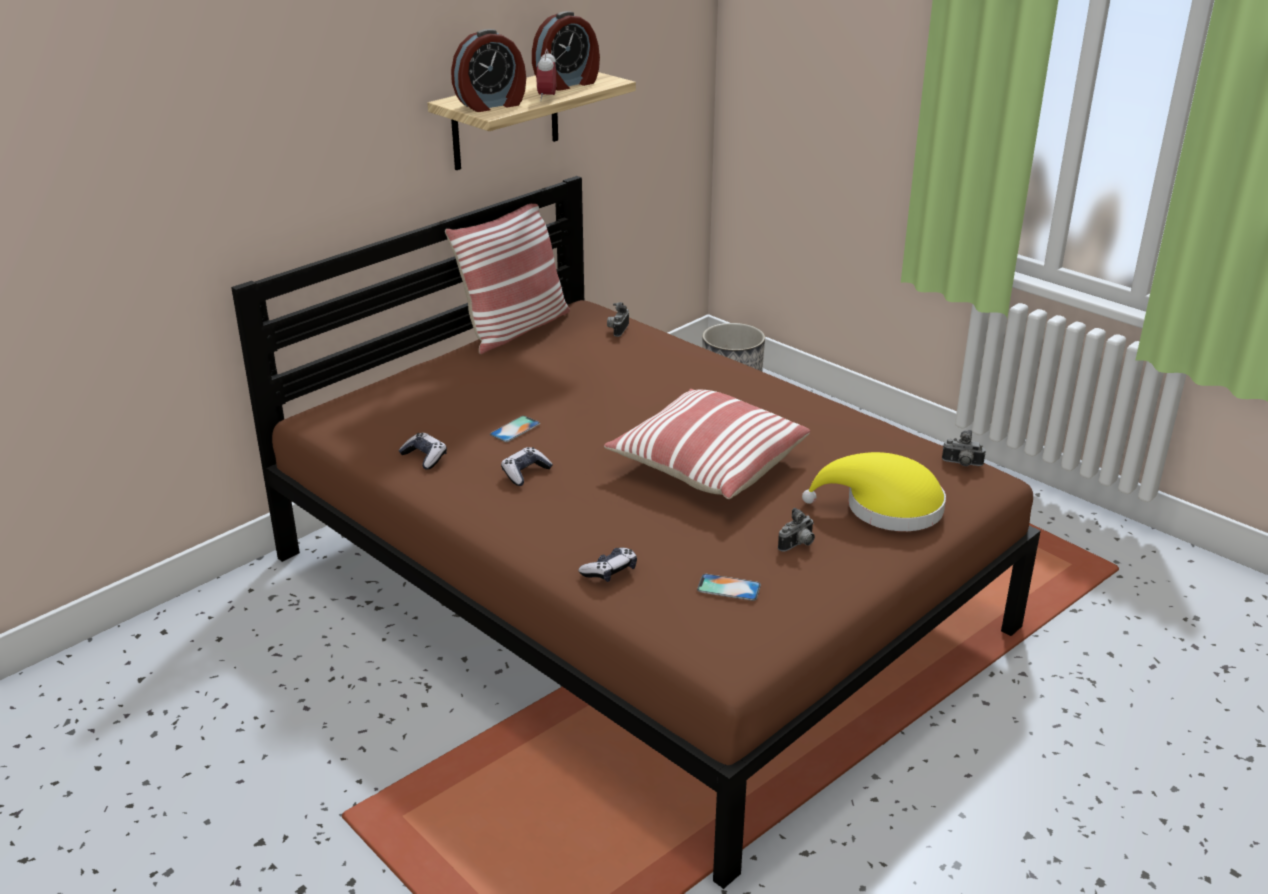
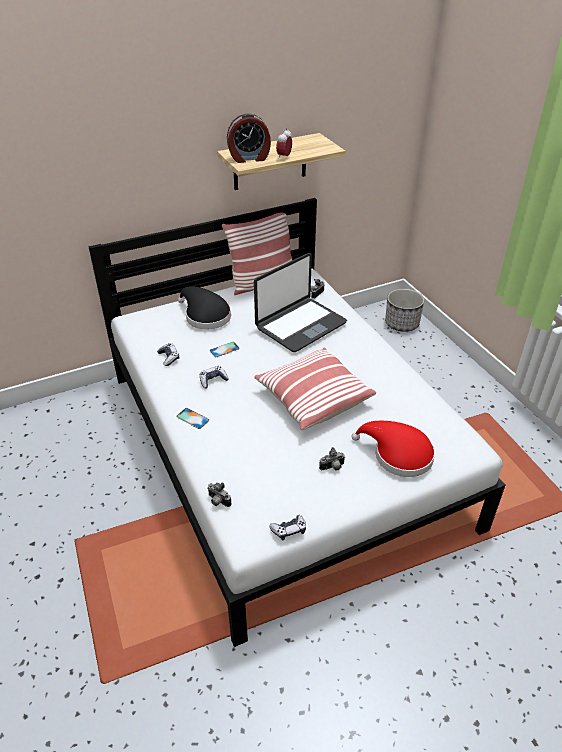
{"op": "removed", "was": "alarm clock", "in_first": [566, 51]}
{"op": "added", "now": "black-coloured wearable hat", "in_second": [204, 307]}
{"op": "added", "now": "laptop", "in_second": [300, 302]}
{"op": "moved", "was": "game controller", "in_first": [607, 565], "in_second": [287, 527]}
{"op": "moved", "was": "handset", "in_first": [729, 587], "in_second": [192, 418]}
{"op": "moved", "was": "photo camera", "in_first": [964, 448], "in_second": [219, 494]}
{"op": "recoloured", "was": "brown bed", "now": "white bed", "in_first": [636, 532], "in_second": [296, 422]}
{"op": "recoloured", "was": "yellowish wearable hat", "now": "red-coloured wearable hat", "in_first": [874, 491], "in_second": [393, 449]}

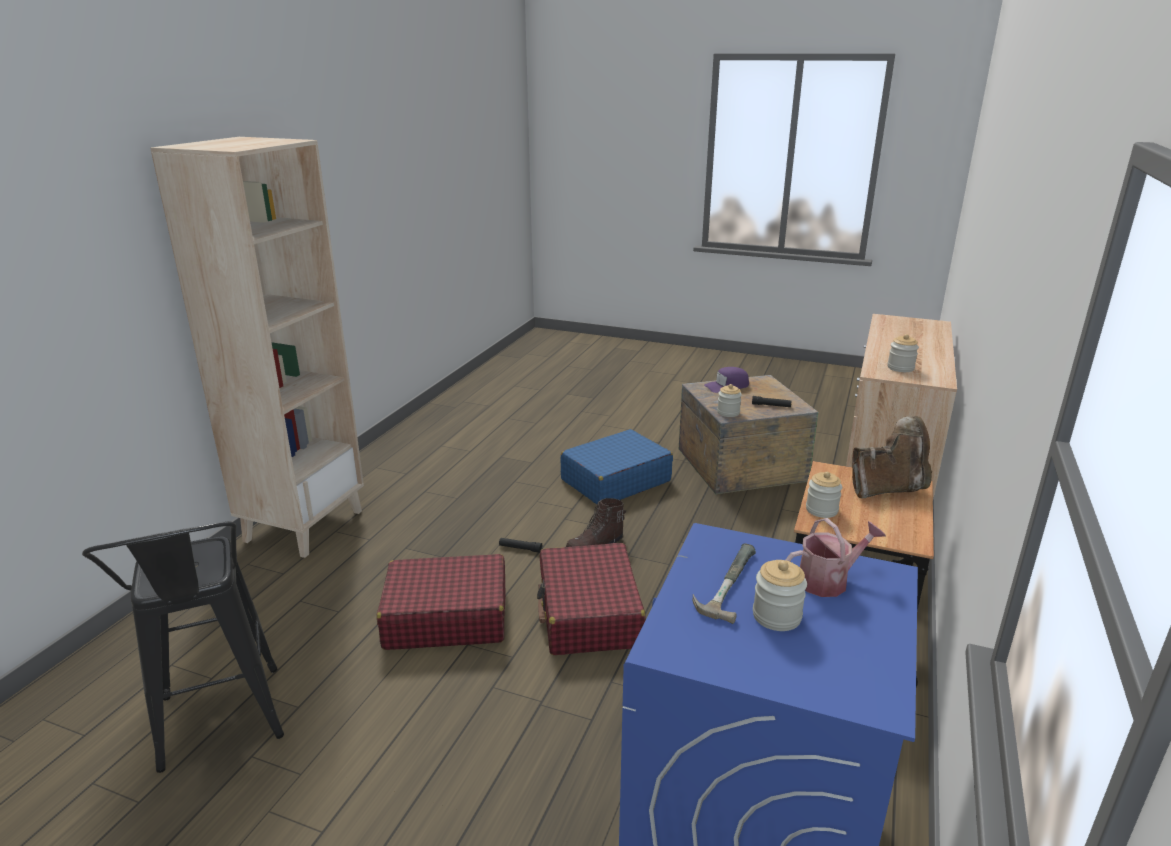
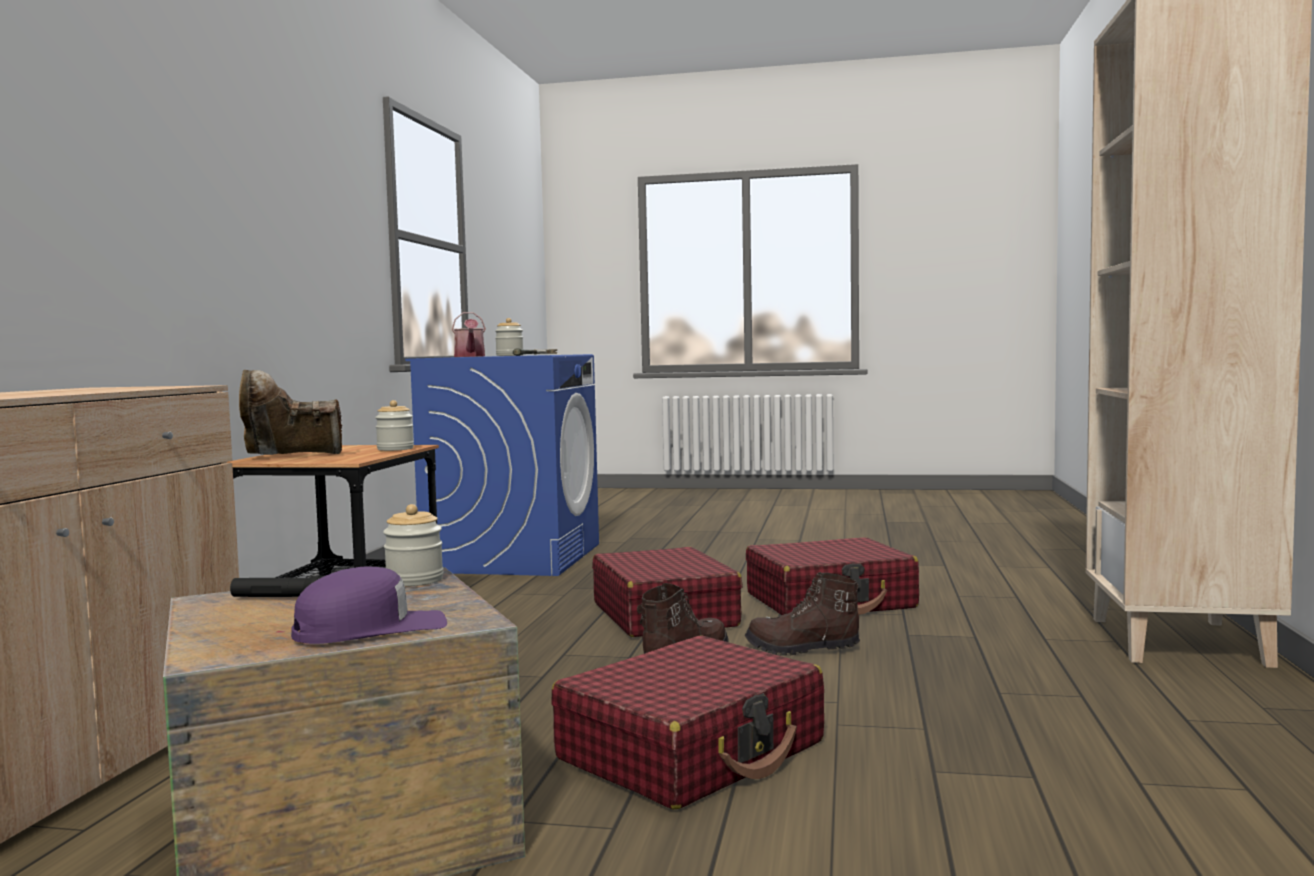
{"op": "removed", "was": "black-coloured sitting stool", "in_first": [183, 647]}
{"op": "removed", "was": "jar", "in_first": [903, 353]}
{"op": "replaced", "was": "black-coloured flashlight", "now": "brown tall boot", "in_first": [520, 545], "in_second": [802, 614]}
{"op": "recoloured", "was": "bluish travel case", "now": "red-coloured travel case", "in_first": [617, 466], "in_second": [688, 722]}
{"op": "turned", "was": "watering can", "in_first": [835, 557], "in_second": [469, 334], "clockwise": -75}

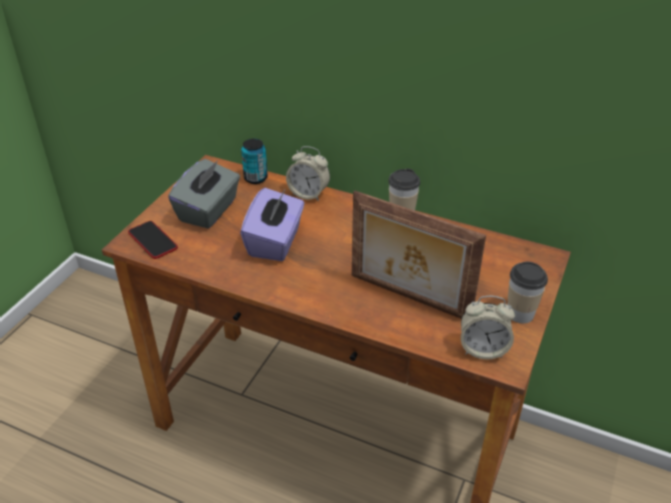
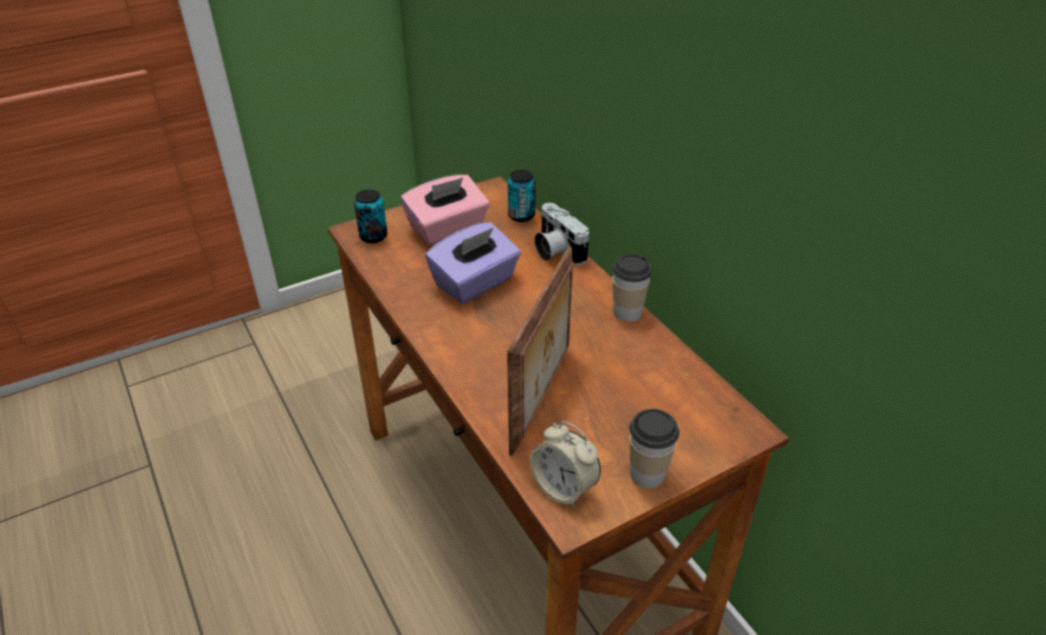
{"op": "replaced", "was": "handset", "now": "metal can", "in_first": [153, 240], "in_second": [370, 216]}
{"op": "replaced", "was": "alarm clock", "now": "photo camera", "in_first": [308, 173], "in_second": [562, 234]}
{"op": "recoloured", "was": "grey box of tissues", "now": "pink box of tissues", "in_first": [204, 193], "in_second": [445, 210]}
{"op": "turned", "was": "picture frame", "in_first": [419, 255], "in_second": [540, 351], "clockwise": -135}

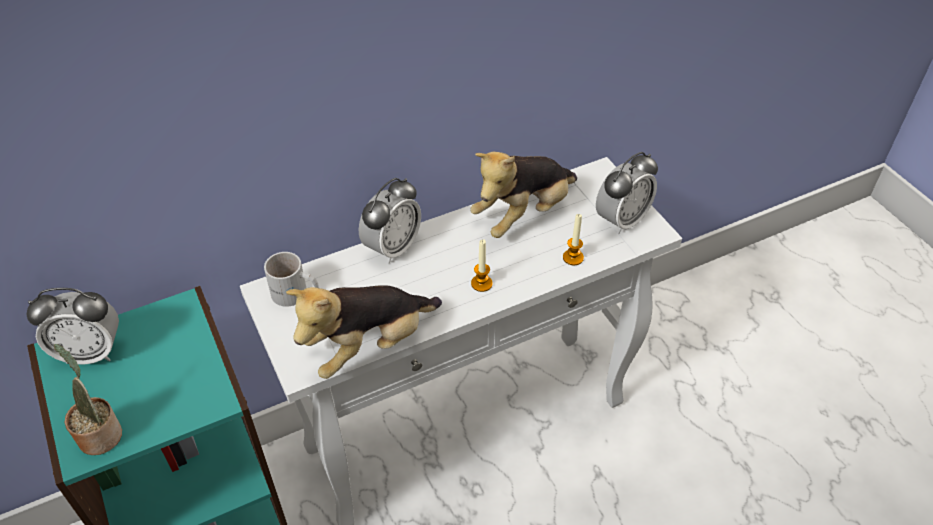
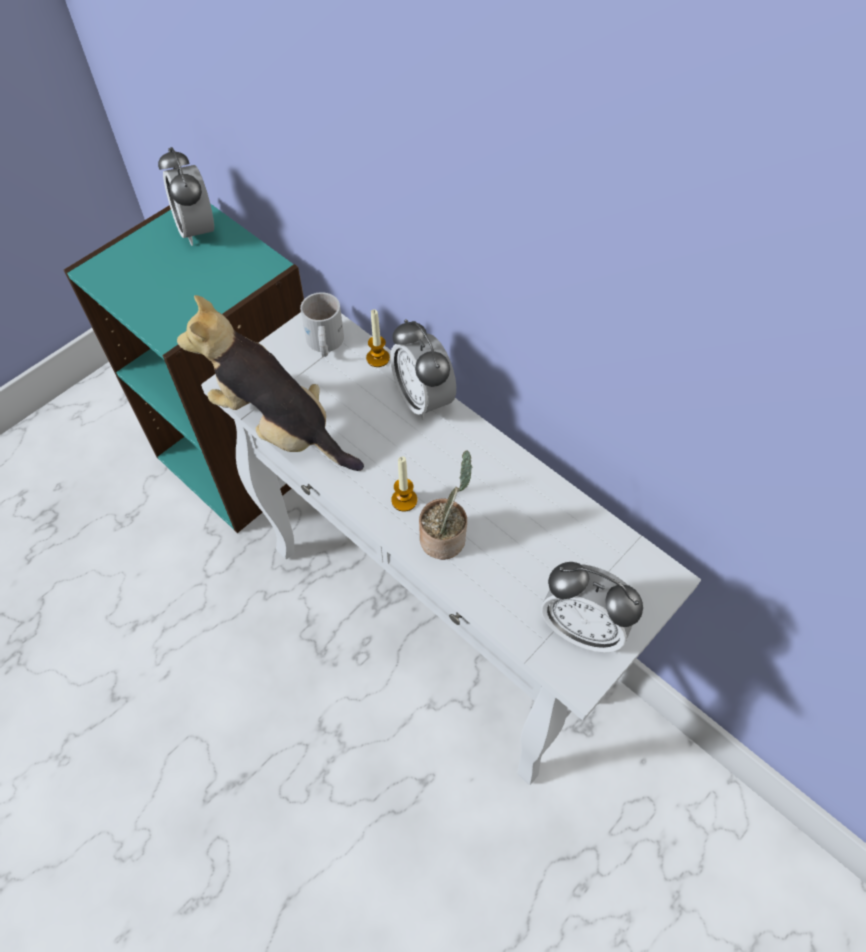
{"op": "removed", "was": "plush toy", "in_first": [523, 195]}
{"op": "moved", "was": "potted plant", "in_first": [88, 399], "in_second": [445, 505]}
{"op": "moved", "was": "candle", "in_first": [573, 239], "in_second": [378, 338]}
{"op": "turned", "was": "alarm clock", "in_first": [390, 220], "in_second": [423, 369], "clockwise": 45}

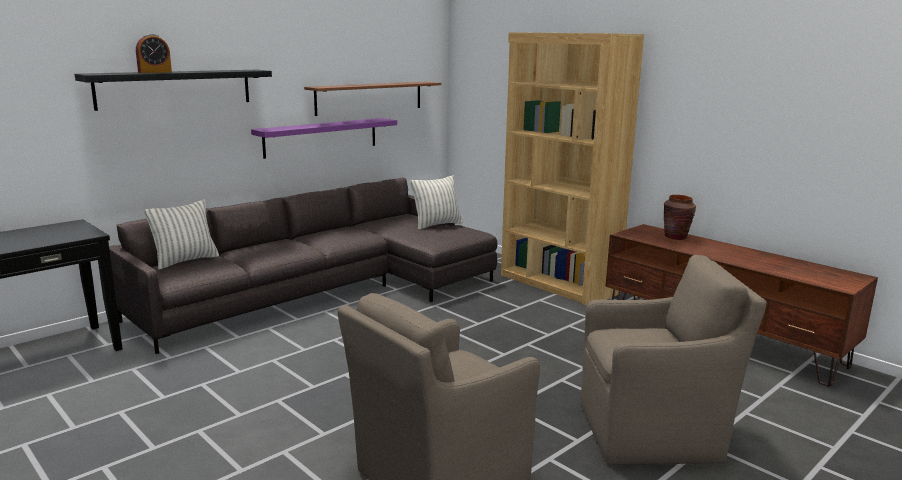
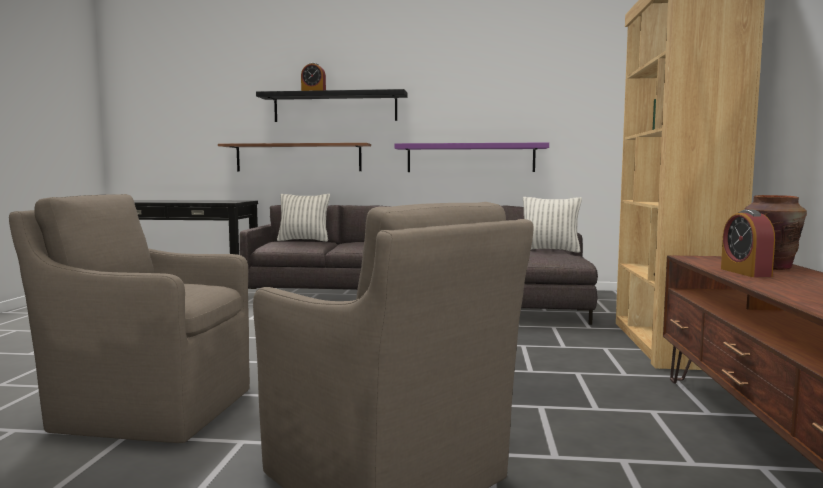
{"op": "added", "now": "alarm clock", "in_second": [748, 243]}
{"op": "moved", "was": "shelf", "in_first": [372, 99], "in_second": [294, 157]}

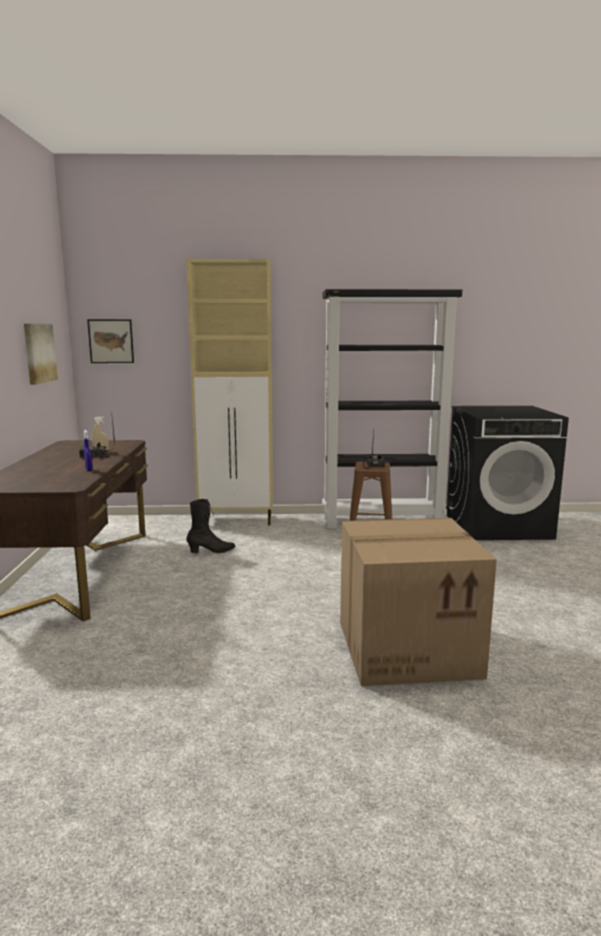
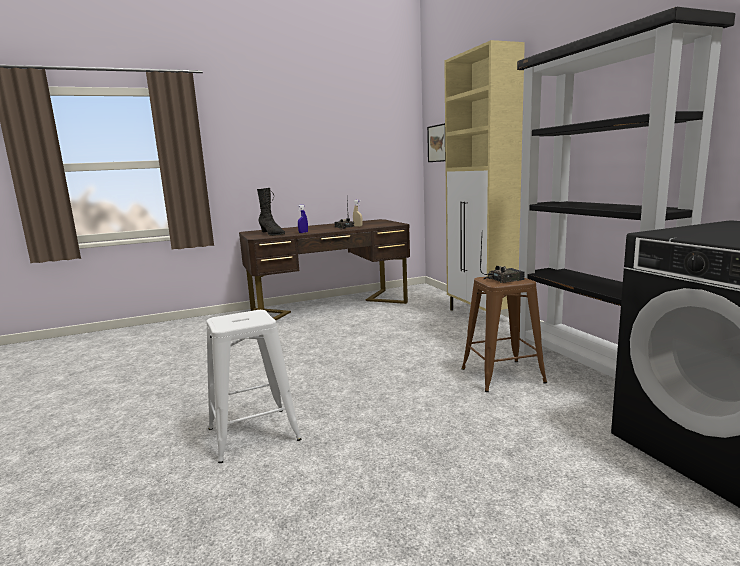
{"op": "removed", "was": "wall art", "in_first": [41, 354]}
{"op": "moved", "was": "black-coloured tall boot", "in_first": [210, 526], "in_second": [271, 212]}
{"op": "replaced", "was": "carton", "now": "white sitting stool", "in_first": [418, 602], "in_second": [253, 386]}

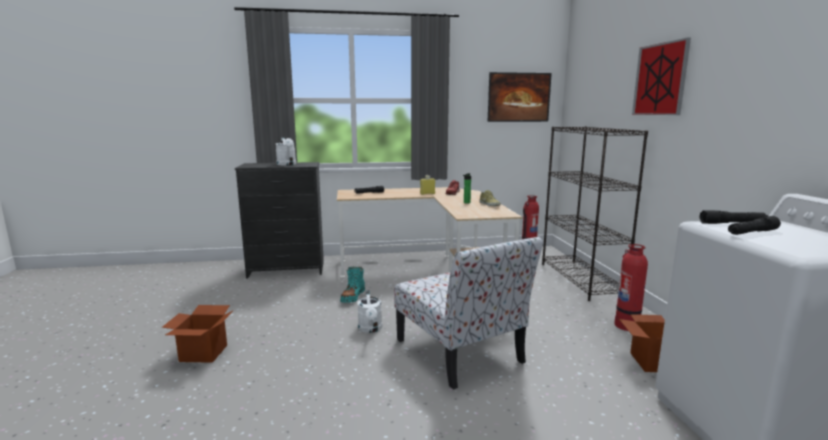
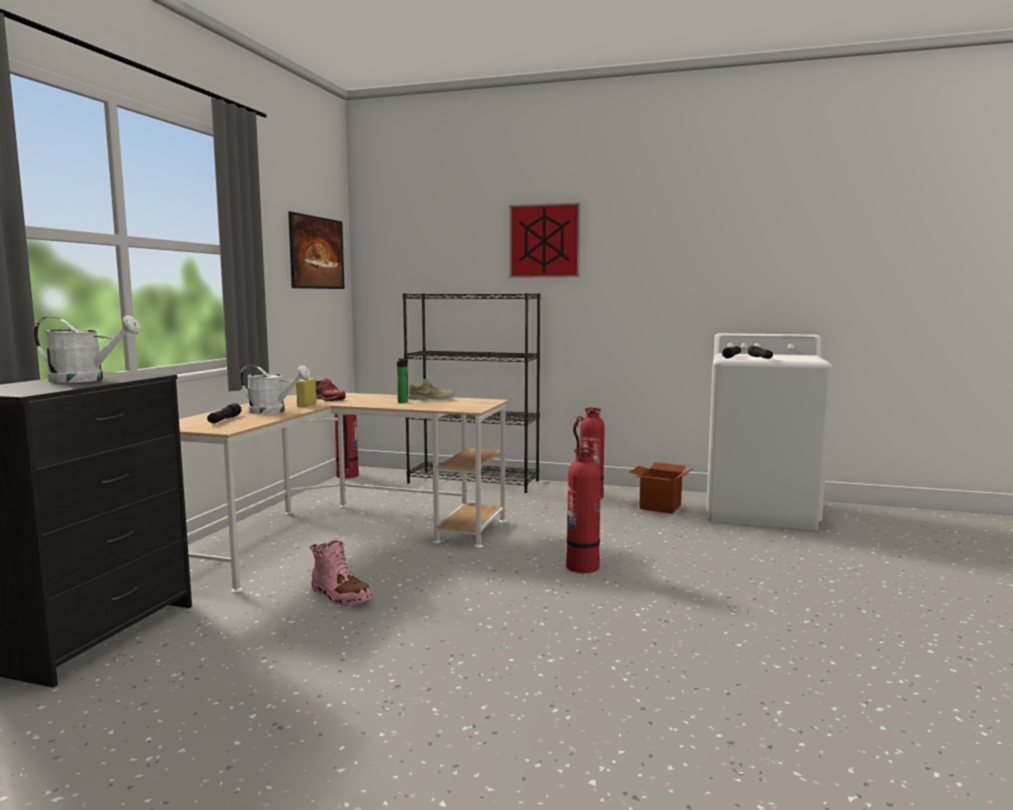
{"op": "removed", "was": "carton", "in_first": [198, 334]}
{"op": "moved", "was": "white watering can", "in_first": [369, 311], "in_second": [275, 389]}
{"op": "replaced", "was": "chair", "now": "fire-fighting cylinder", "in_first": [468, 313], "in_second": [583, 510]}
{"op": "recoloured", "was": "turquoise tall boot", "now": "pink tall boot", "in_first": [352, 285], "in_second": [341, 572]}

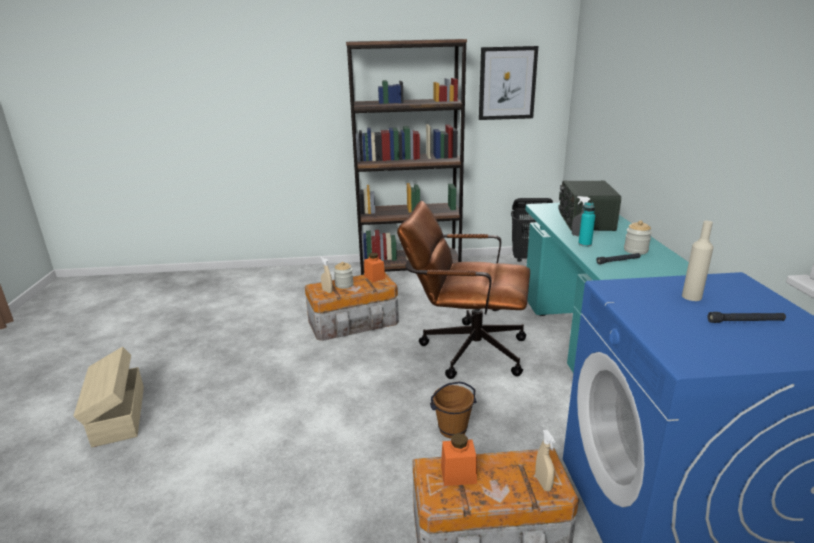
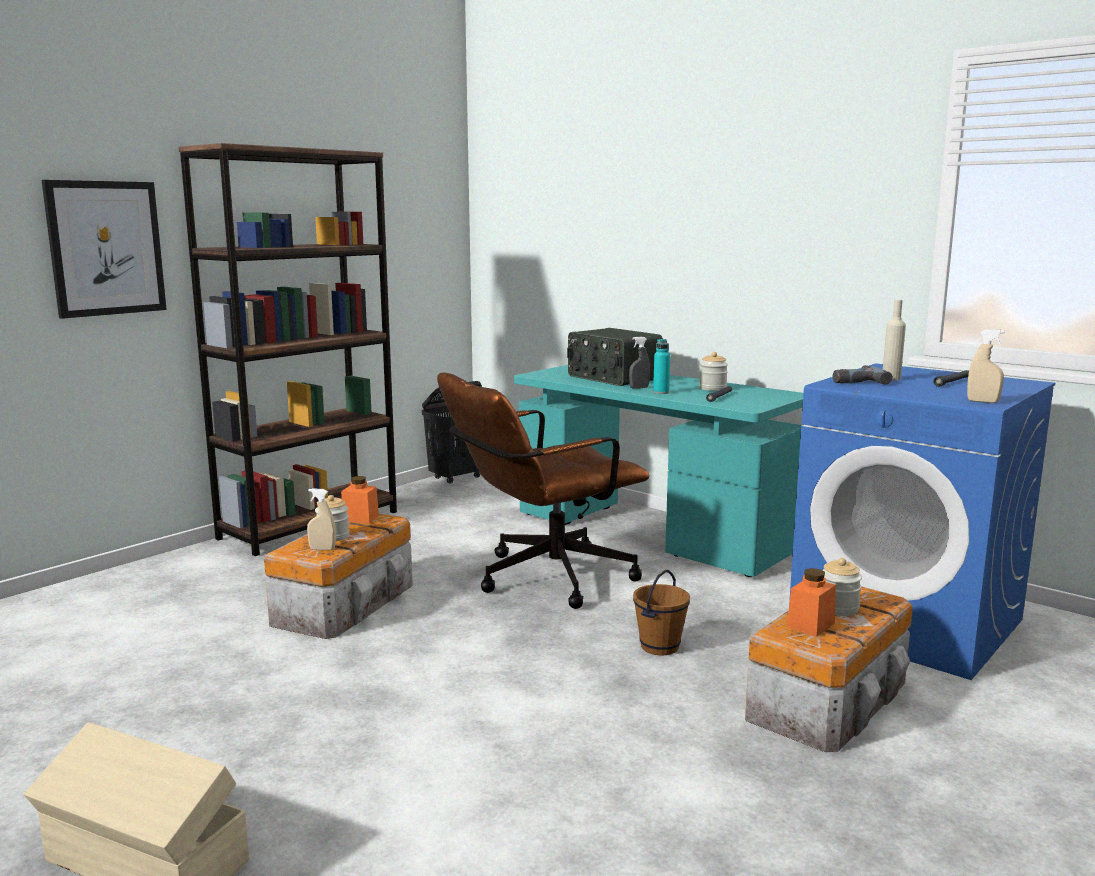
{"op": "added", "now": "jar", "in_second": [842, 587]}
{"op": "added", "now": "power drill", "in_second": [863, 375]}
{"op": "moved", "was": "wall art", "in_first": [508, 83], "in_second": [104, 249]}
{"op": "moved", "was": "beige-coloured spray bottle", "in_first": [545, 460], "in_second": [986, 366]}

